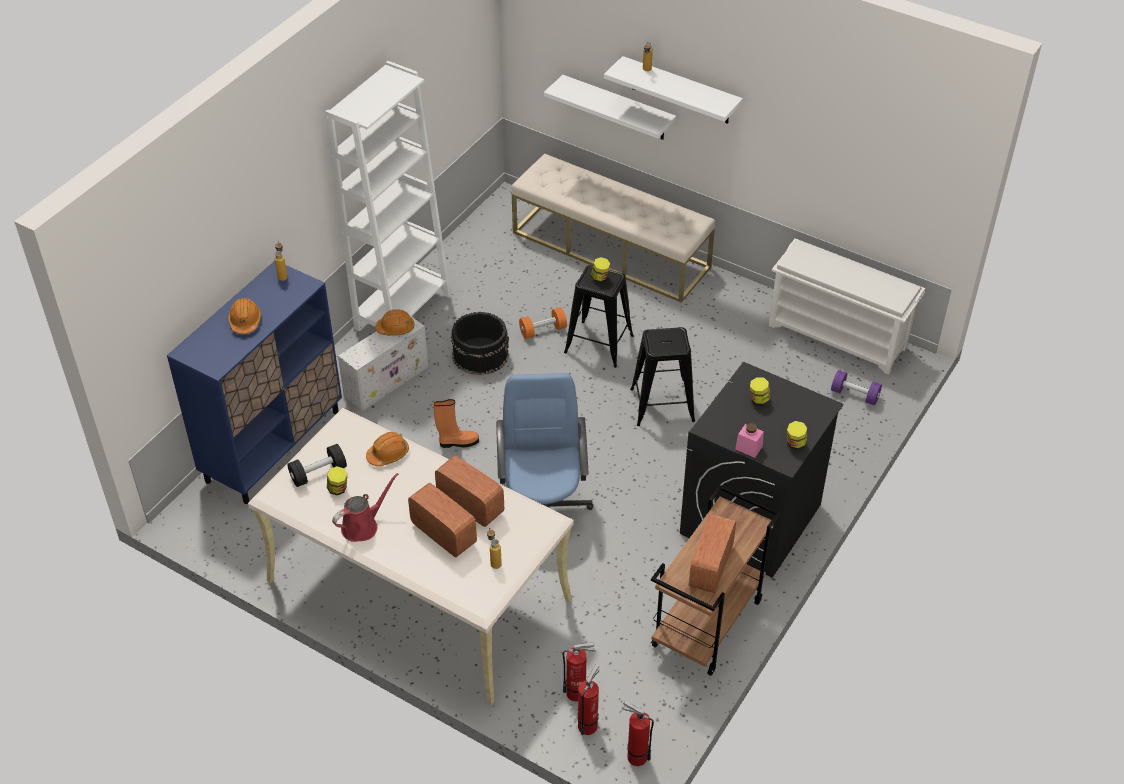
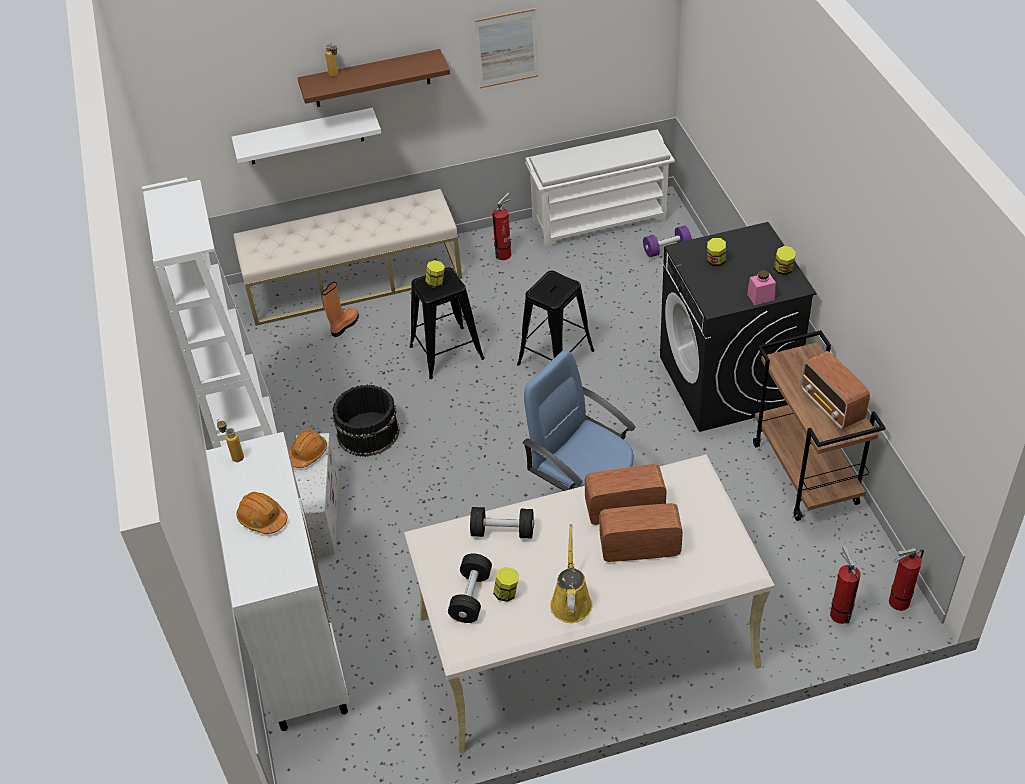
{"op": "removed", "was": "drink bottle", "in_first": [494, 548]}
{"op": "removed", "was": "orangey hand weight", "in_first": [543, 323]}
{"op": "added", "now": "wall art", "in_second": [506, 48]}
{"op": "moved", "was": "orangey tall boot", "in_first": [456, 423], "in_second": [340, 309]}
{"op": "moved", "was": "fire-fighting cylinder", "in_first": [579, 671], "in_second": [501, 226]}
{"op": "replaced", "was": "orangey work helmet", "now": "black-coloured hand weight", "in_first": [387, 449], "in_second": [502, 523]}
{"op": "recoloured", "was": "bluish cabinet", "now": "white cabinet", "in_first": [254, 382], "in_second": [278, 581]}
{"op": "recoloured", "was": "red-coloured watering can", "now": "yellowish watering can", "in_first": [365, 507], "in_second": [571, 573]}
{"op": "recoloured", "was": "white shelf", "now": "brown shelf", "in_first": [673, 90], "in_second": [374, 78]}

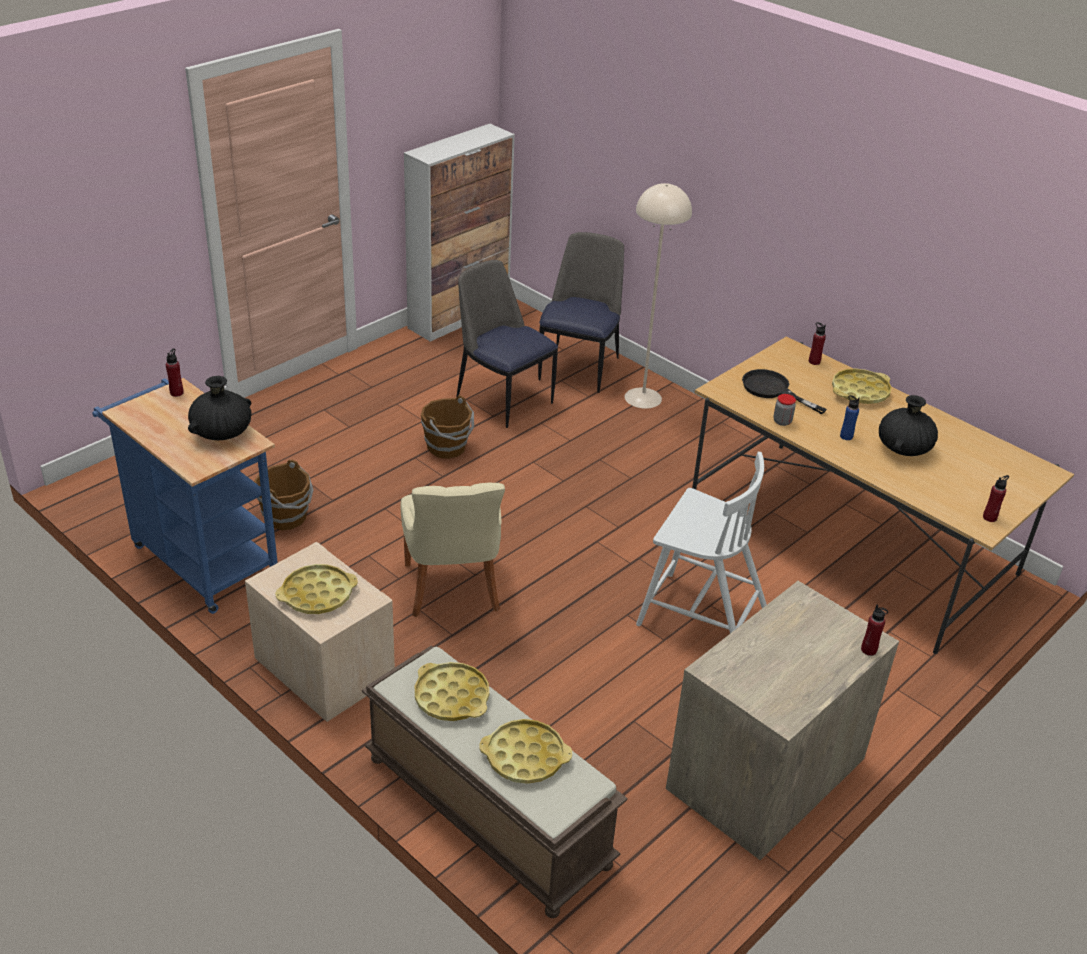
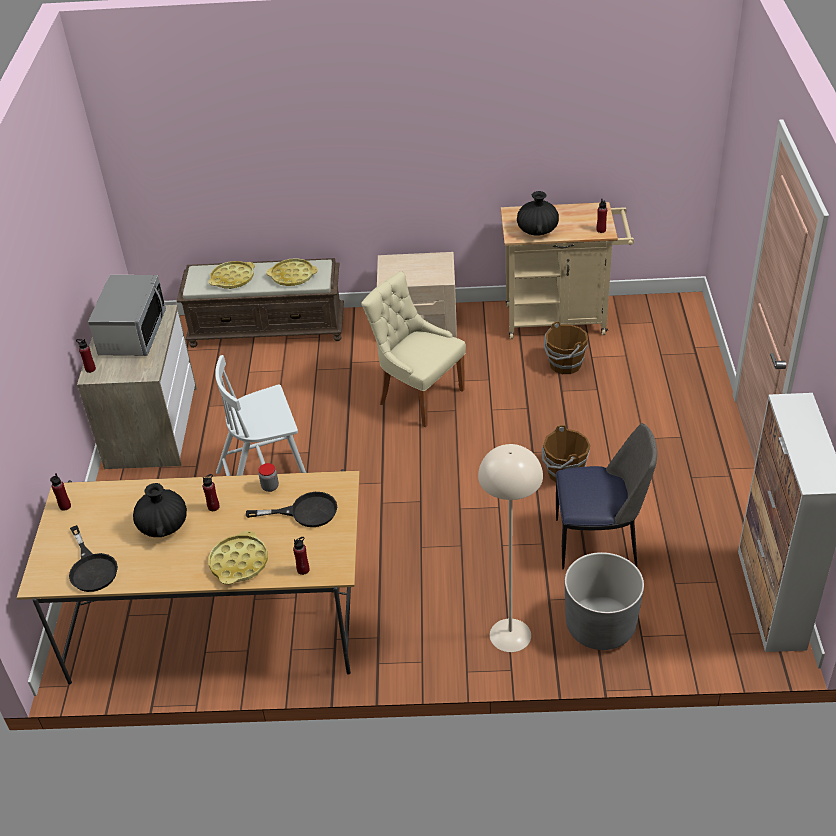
{"op": "removed", "was": "yellowish tray", "in_first": [316, 589]}
{"op": "added", "now": "black-coloured frying pan", "in_second": [93, 558]}
{"op": "added", "now": "kitchen microwave", "in_second": [127, 315]}
{"op": "replaced", "was": "chair", "now": "grey plant pot", "in_first": [581, 312], "in_second": [604, 601]}
{"op": "recoloured", "was": "bluish wheeled cart", "now": "beige-coloured wheeled cart", "in_first": [185, 496], "in_second": [567, 270]}
{"op": "recoloured", "was": "bluish drink bottle", "now": "red-coloured drink bottle", "in_first": [850, 417], "in_second": [211, 492]}

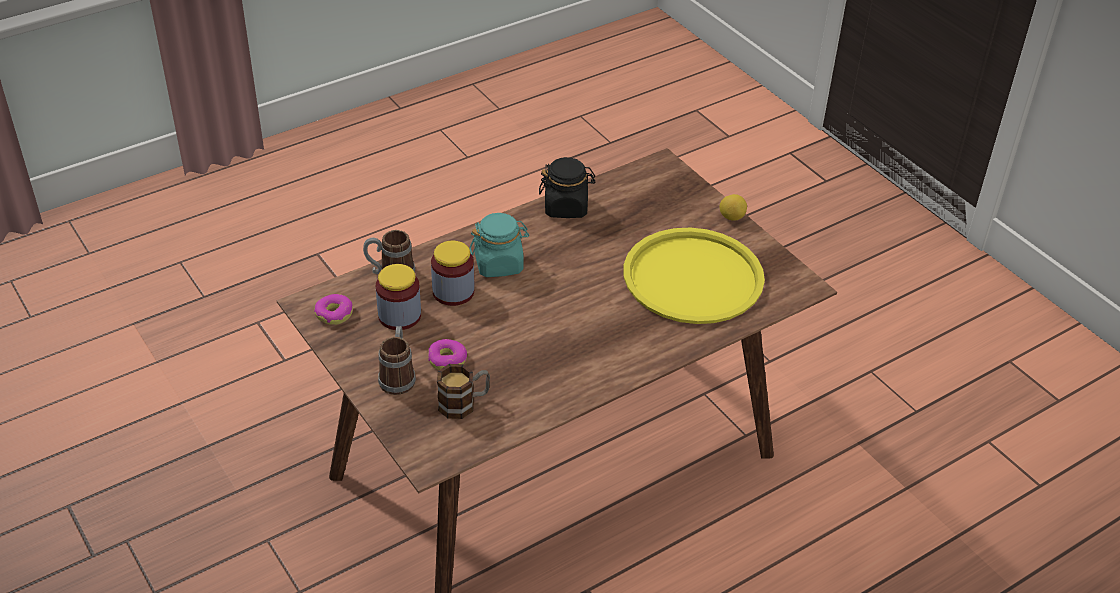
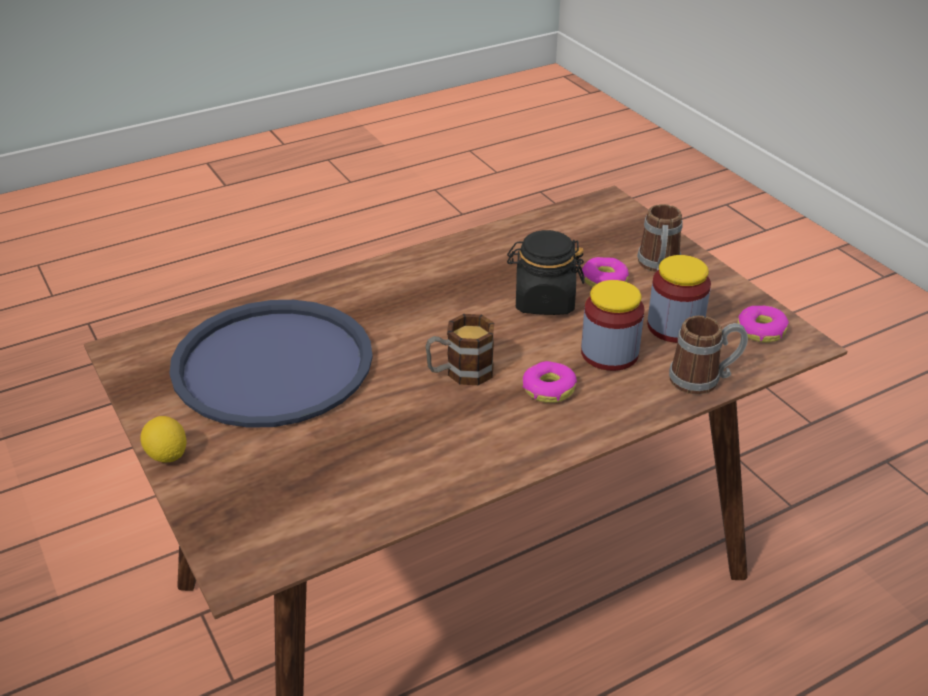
{"op": "moved", "was": "tea mug", "in_first": [463, 391], "in_second": [459, 349]}
{"op": "moved", "was": "black-coloured jar", "in_first": [567, 187], "in_second": [546, 272]}
{"op": "replaced", "was": "turquoise jar", "now": "donut", "in_first": [499, 245], "in_second": [550, 382]}
{"op": "recoloured", "was": "yellowish tray", "now": "bluish tray", "in_first": [694, 276], "in_second": [271, 364]}

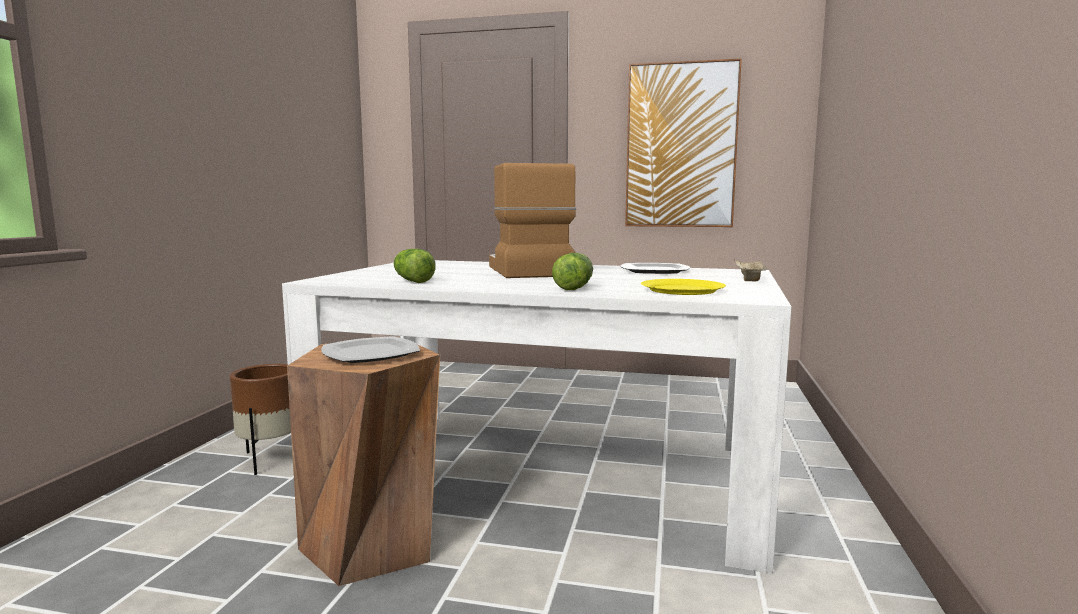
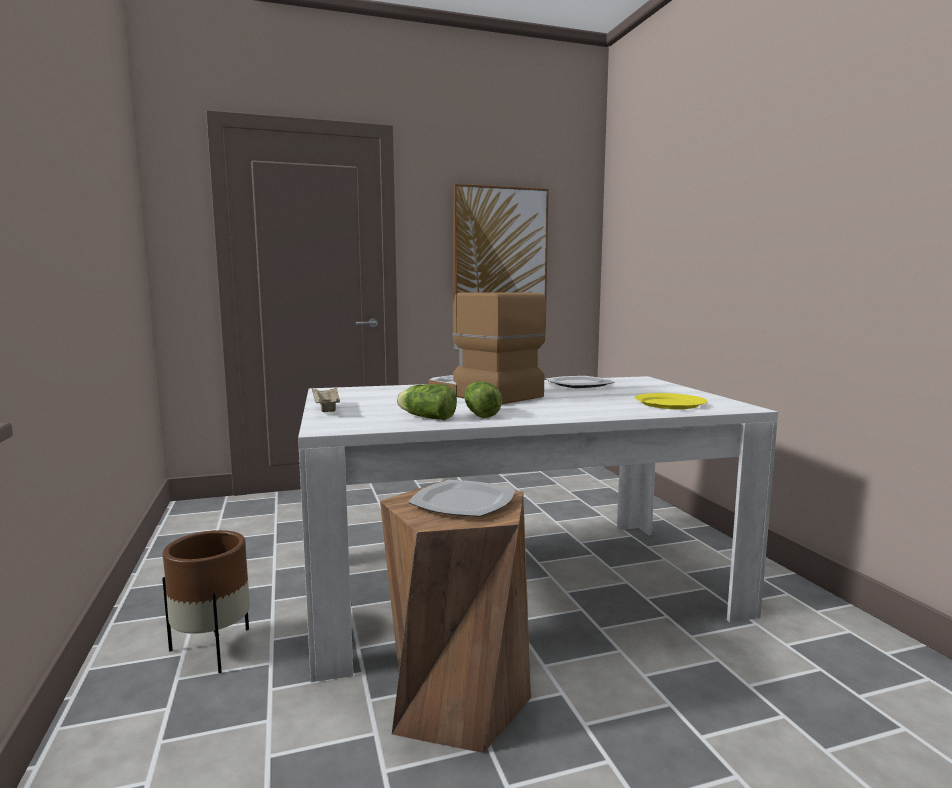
{"op": "moved", "was": "head of lettuce", "in_first": [572, 271], "in_second": [483, 399]}
{"op": "moved", "was": "beige-coloured tray", "in_first": [750, 269], "in_second": [326, 399]}

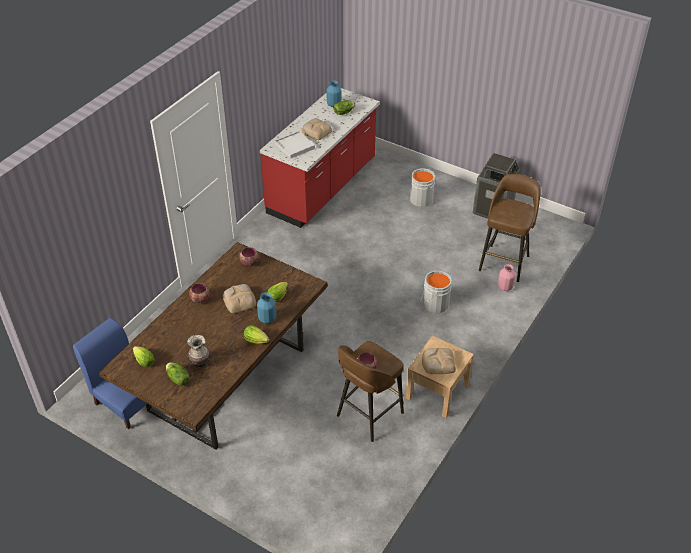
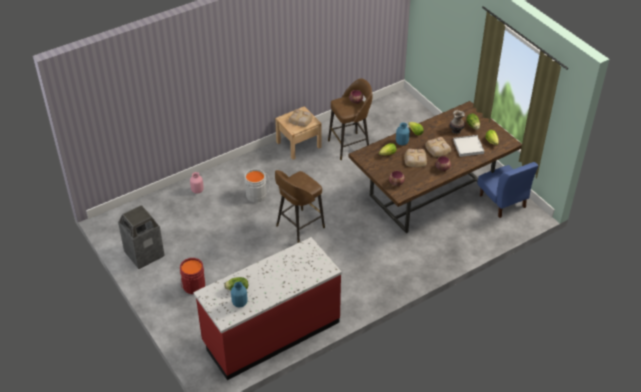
{"op": "moved", "was": "white tray", "in_first": [295, 145], "in_second": [468, 146]}
{"op": "moved", "was": "baked bread", "in_first": [316, 129], "in_second": [438, 147]}
{"op": "moved", "was": "brown sitting stool", "in_first": [509, 228], "in_second": [300, 206]}
{"op": "recoloured", "was": "grey bucket", "now": "red-coloured bucket", "in_first": [423, 187], "in_second": [192, 276]}

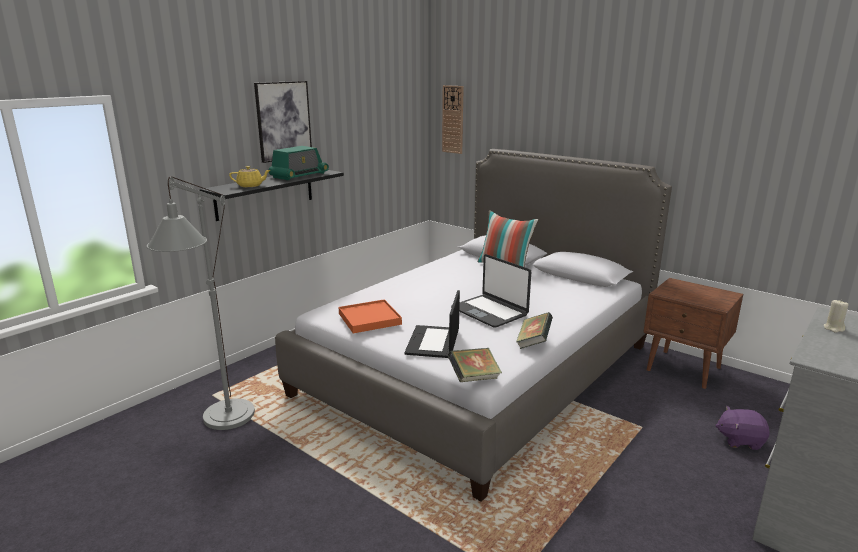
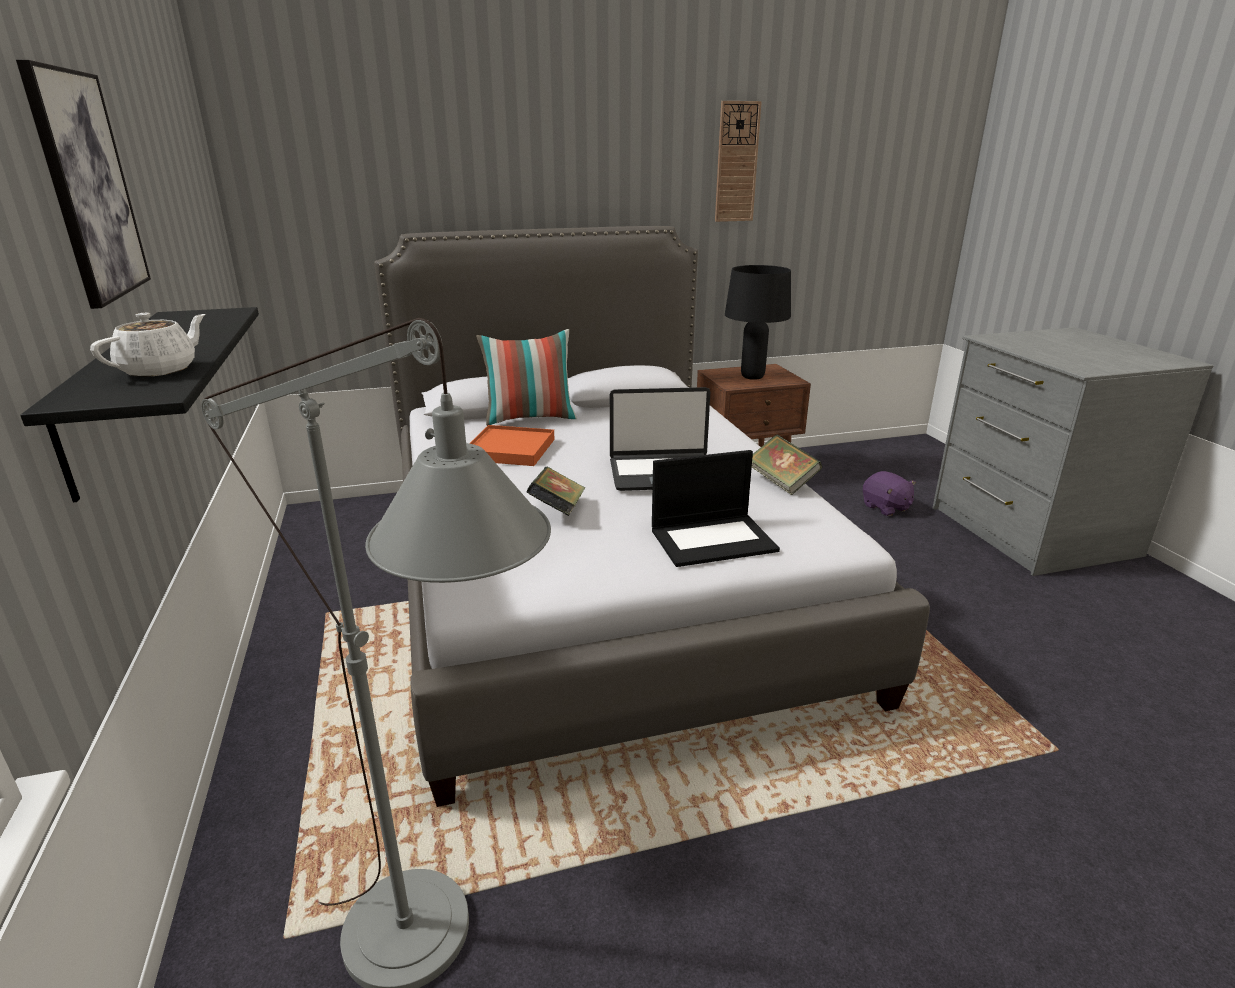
{"op": "removed", "was": "radio receiver", "in_first": [299, 163]}
{"op": "removed", "was": "beige-coloured candle", "in_first": [836, 316]}
{"op": "added", "now": "black-coloured tabletop lamp", "in_second": [758, 322]}
{"op": "moved", "was": "orangey tray", "in_first": [370, 316], "in_second": [511, 445]}
{"op": "moved", "was": "clock on the wall", "in_first": [453, 119], "in_second": [738, 161]}
{"op": "moved", "was": "volume", "in_first": [475, 365], "in_second": [556, 491]}
{"op": "recoloured", "was": "yellowish pot for tea", "now": "white pot for tea", "in_first": [249, 176], "in_second": [147, 345]}
{"op": "turned", "was": "laptop", "in_first": [432, 324], "in_second": [716, 508], "clockwise": -60}
{"op": "turned", "was": "purple plush toy", "in_first": [742, 428], "in_second": [889, 493], "clockwise": -75}

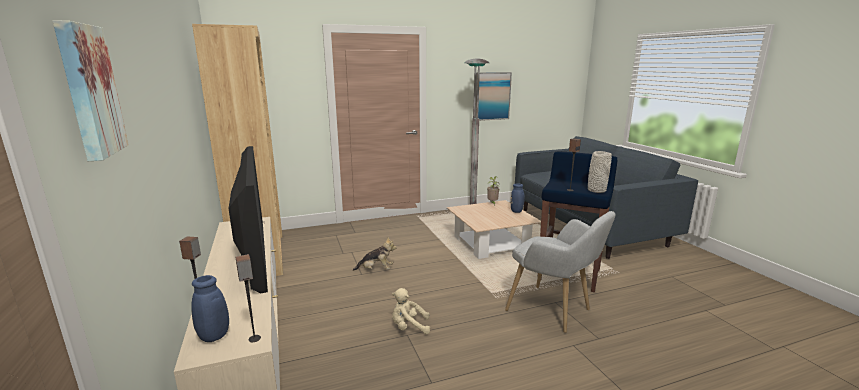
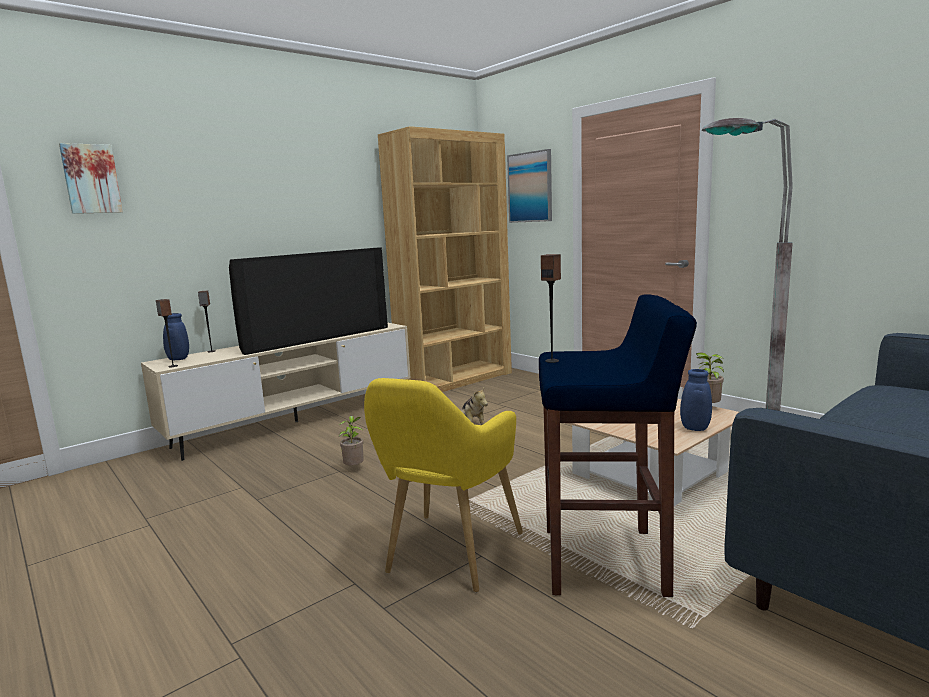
{"op": "removed", "was": "grey flower vase", "in_first": [600, 172]}
{"op": "moved", "was": "wall art", "in_first": [493, 96], "in_second": [529, 186]}
{"op": "replaced", "was": "beige-coloured plush toy", "now": "potted plant", "in_first": [411, 311], "in_second": [351, 441]}
{"op": "recoloured", "was": "grey armchair", "now": "yellowish armchair", "in_first": [560, 272], "in_second": [443, 485]}

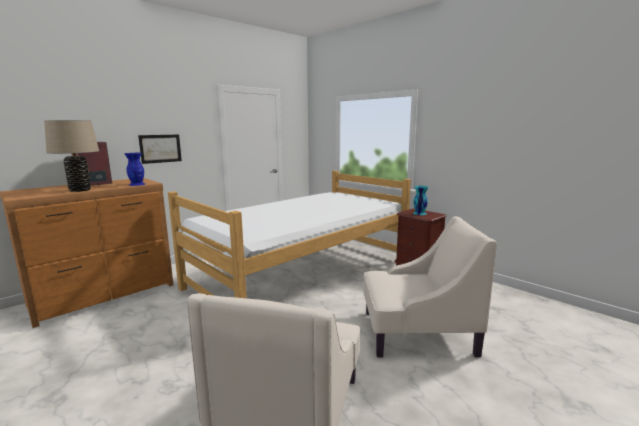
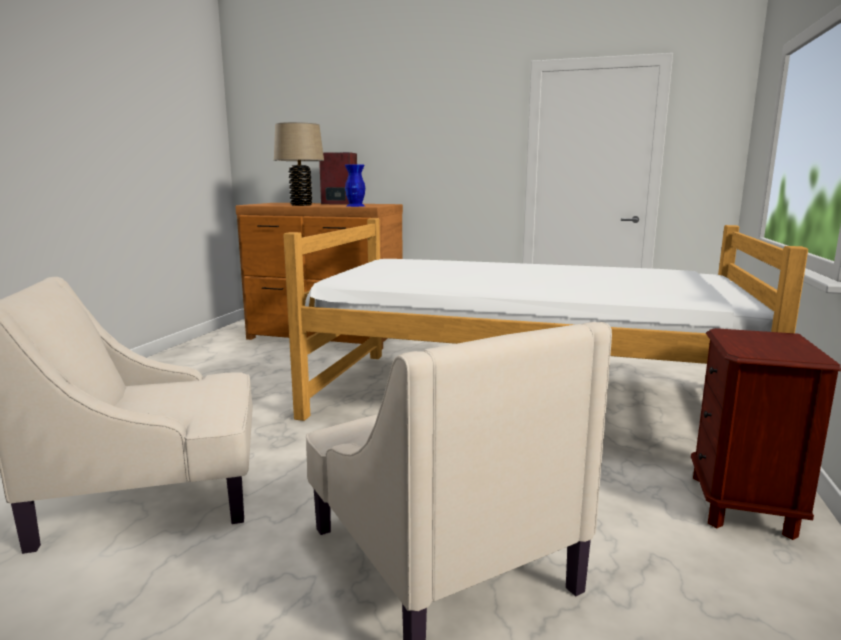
{"op": "removed", "was": "wall art", "in_first": [160, 149]}
{"op": "removed", "was": "turquoise flower vase", "in_first": [421, 200]}

